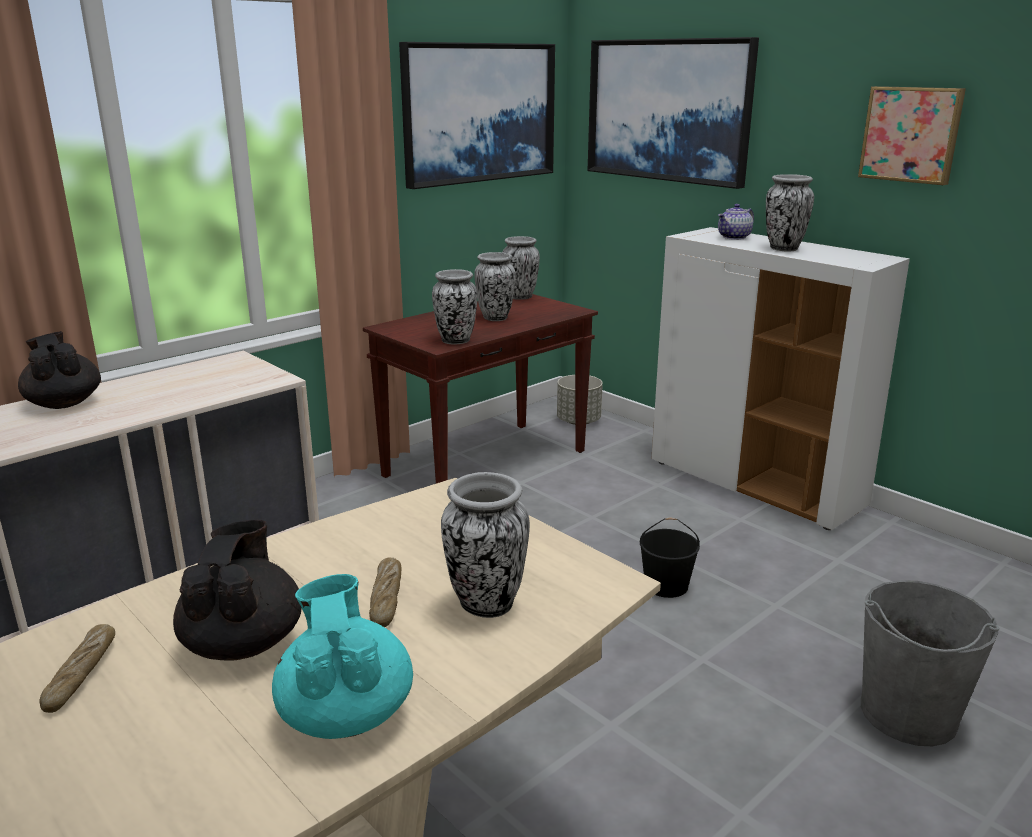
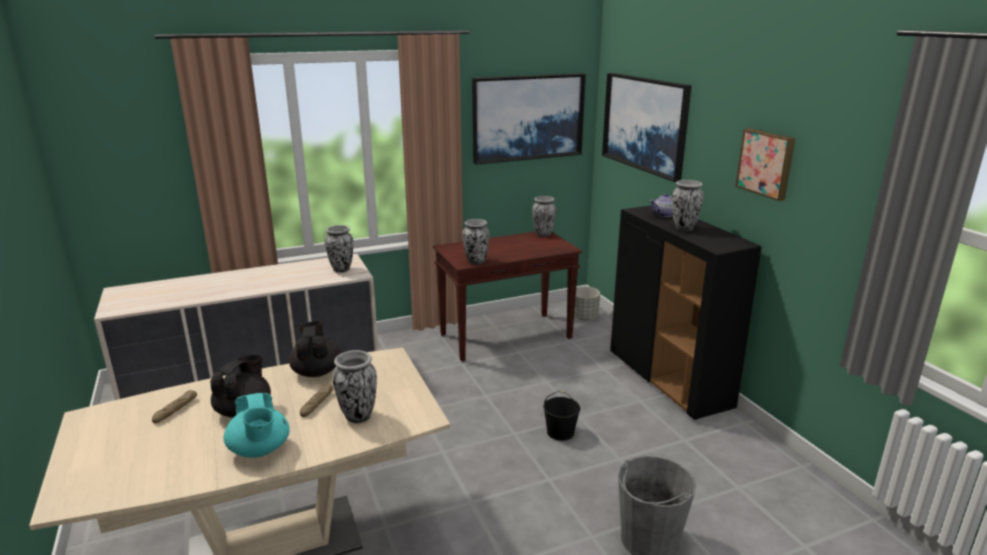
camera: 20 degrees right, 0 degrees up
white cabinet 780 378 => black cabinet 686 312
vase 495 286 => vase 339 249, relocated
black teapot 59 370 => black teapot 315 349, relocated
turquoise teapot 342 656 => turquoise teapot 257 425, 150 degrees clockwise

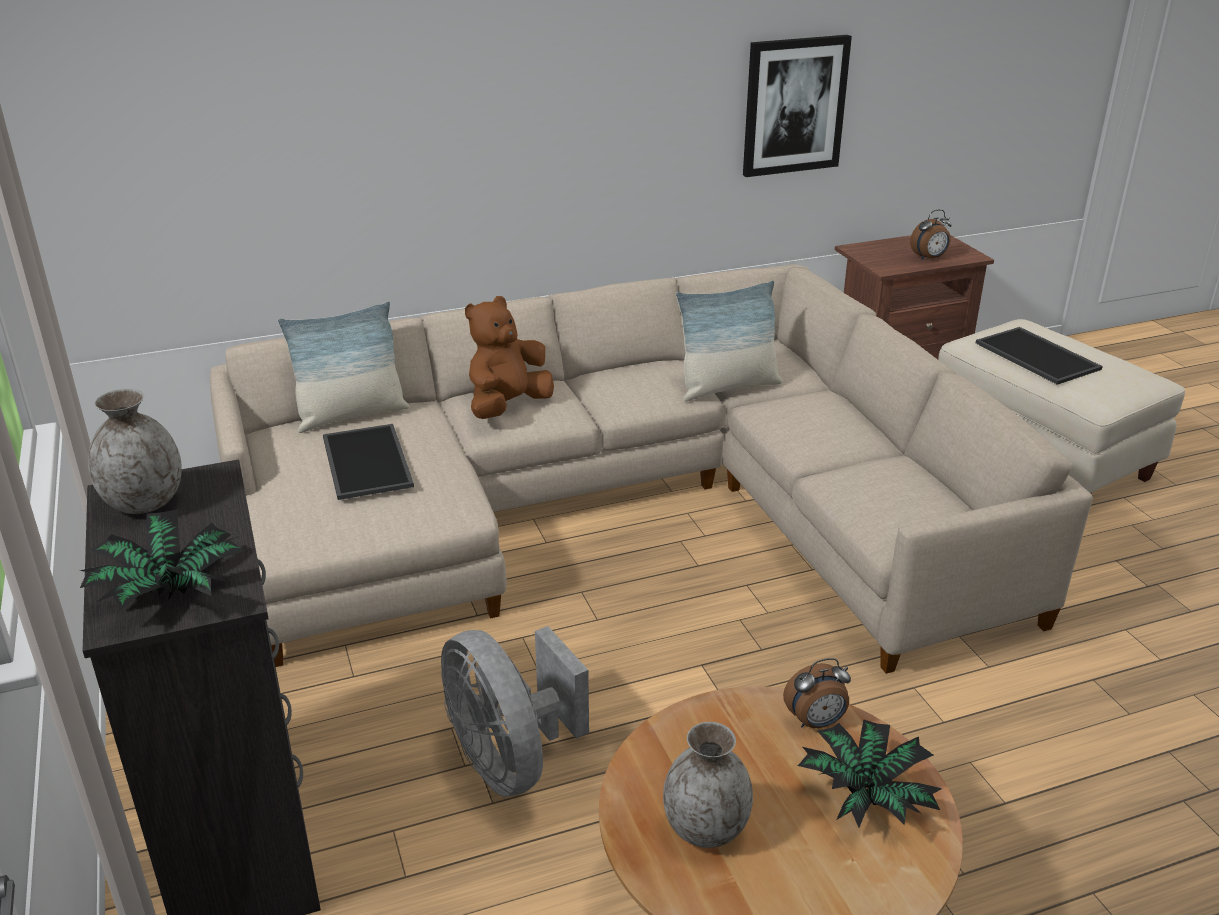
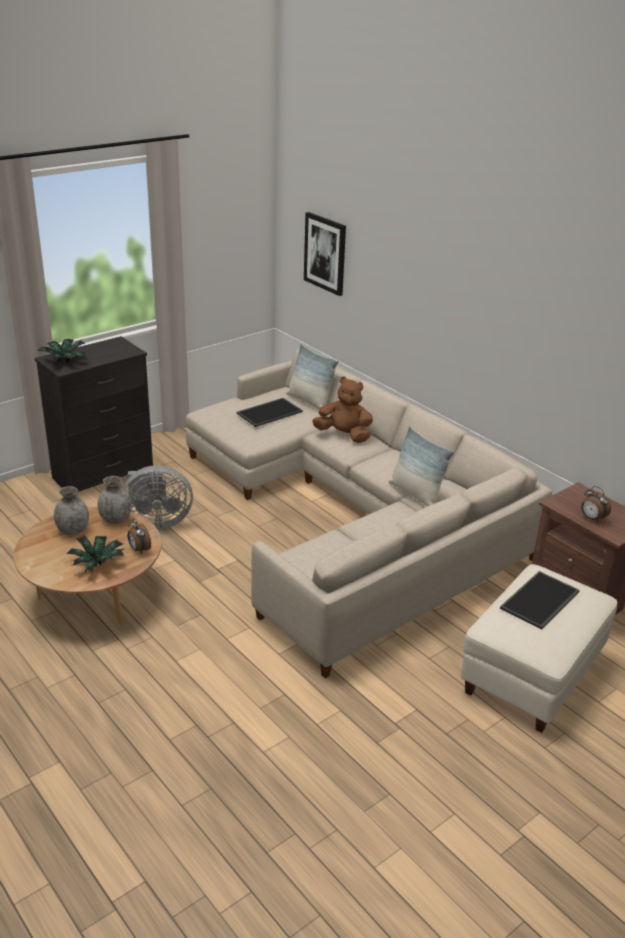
camera: 70 degrees right, 0 degrees up
picture 797 106 => picture 325 254, relocated
grey vase 135 451 => grey vase 115 500, relocated
grey fan 515 711 => grey fan 158 497, 135 degrees counterclockwise

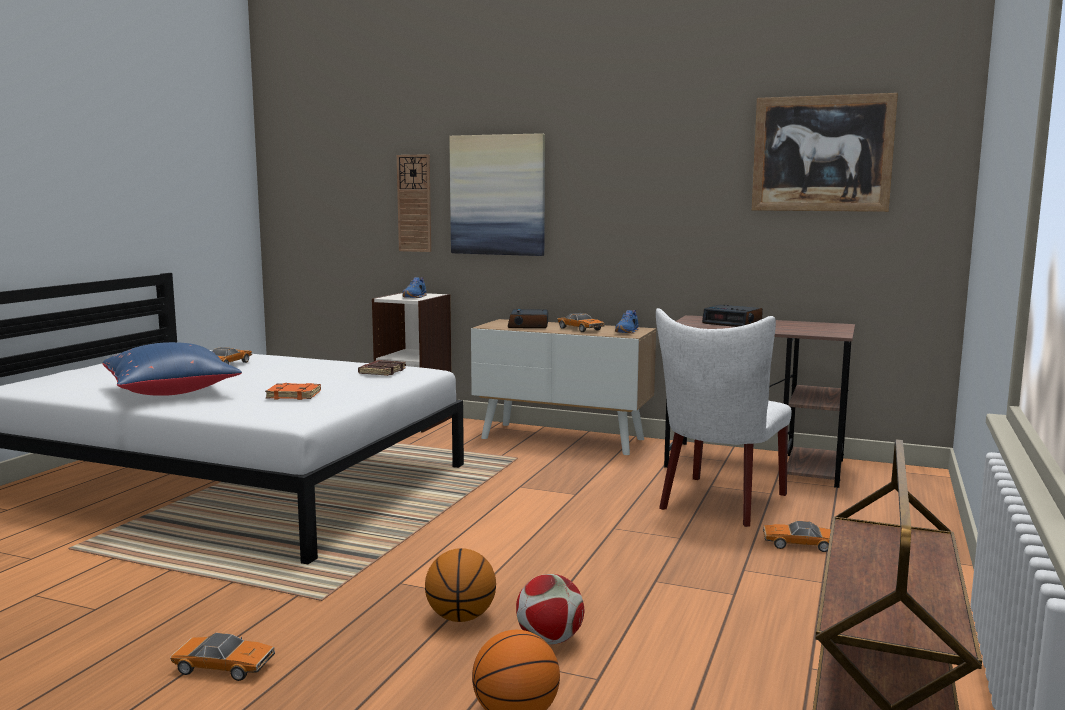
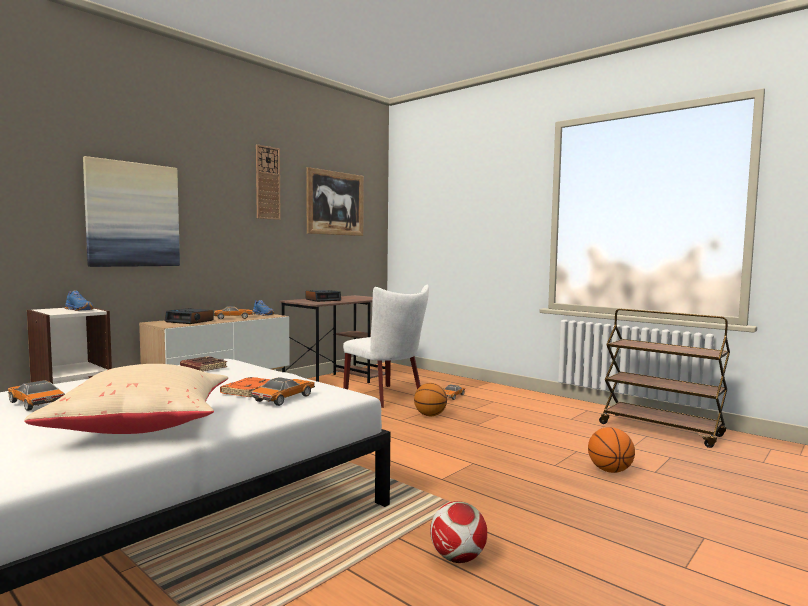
camera: 70 degrees left, 5 degrees down
wall clock 414 203 => wall clock 268 182, relocated
blue pillow 172 369 => beige pillow 126 399
basketball 460 585 => basketball 430 399, relocated
football 550 609 => football 458 532, relocated
toy car 222 657 => toy car 283 391, relocated

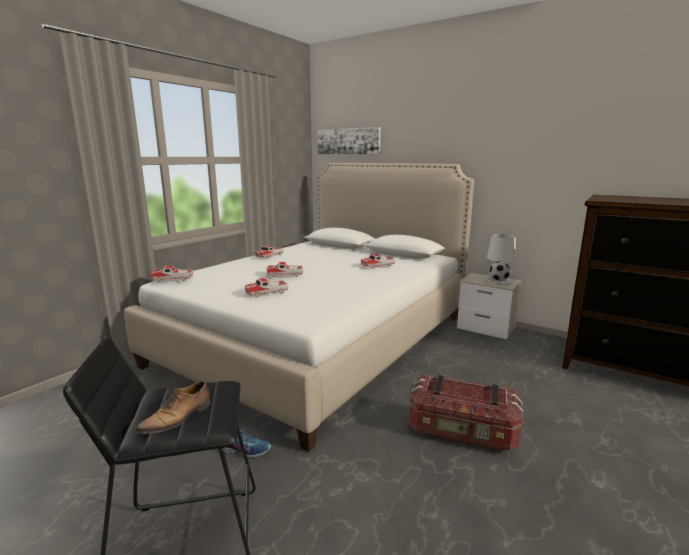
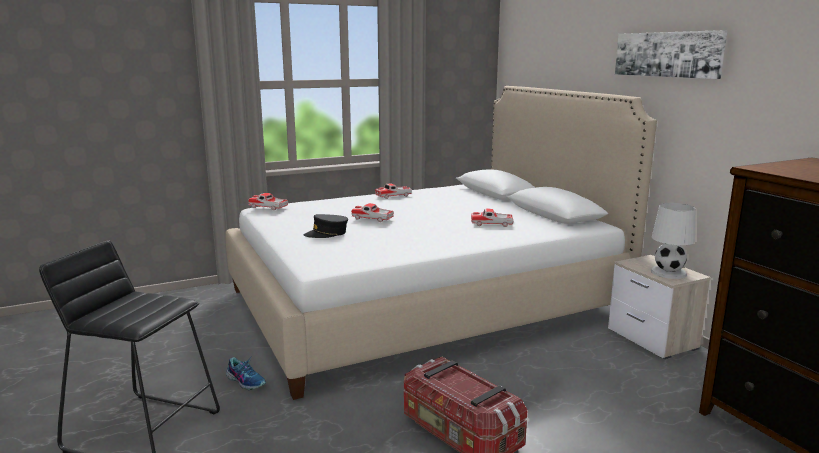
camera: 30 degrees right, 0 degrees up
picture 349 140 => picture 671 54, relocated
toy car 266 287 => black cap 326 226
shoe 173 407 => nothing

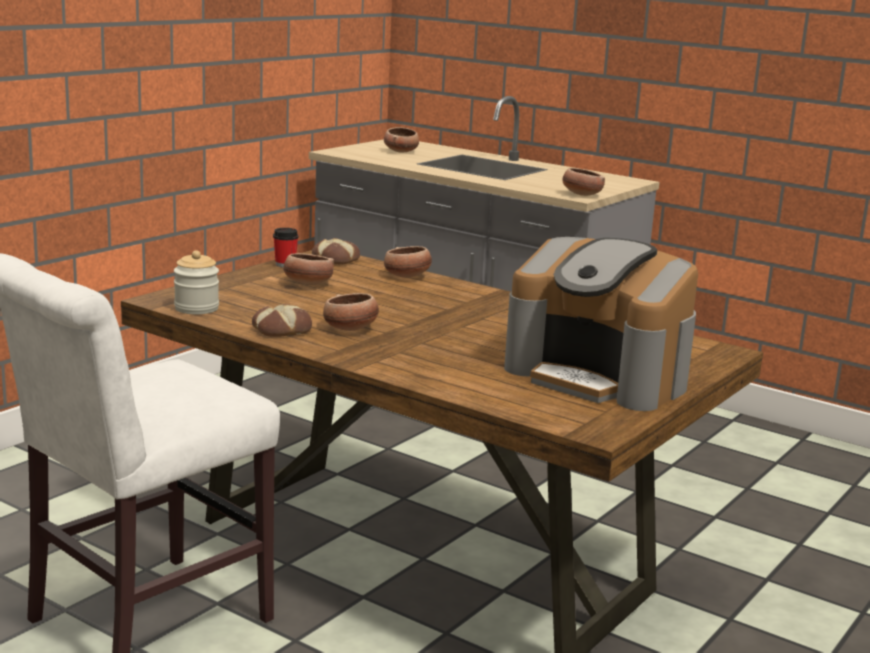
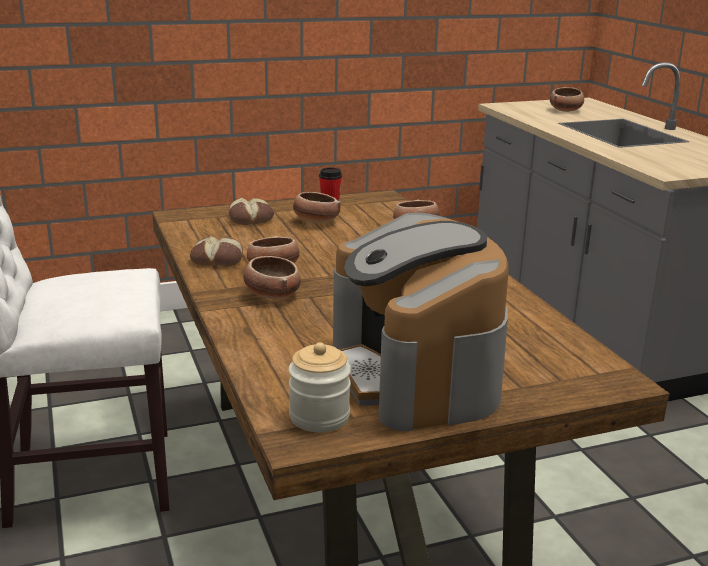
camera: 35 degrees right, 5 degrees up
bowl 583 182 => bowl 272 277, relocated
bread 336 251 => bread 251 211, relocated
jar 196 282 => jar 320 387, relocated

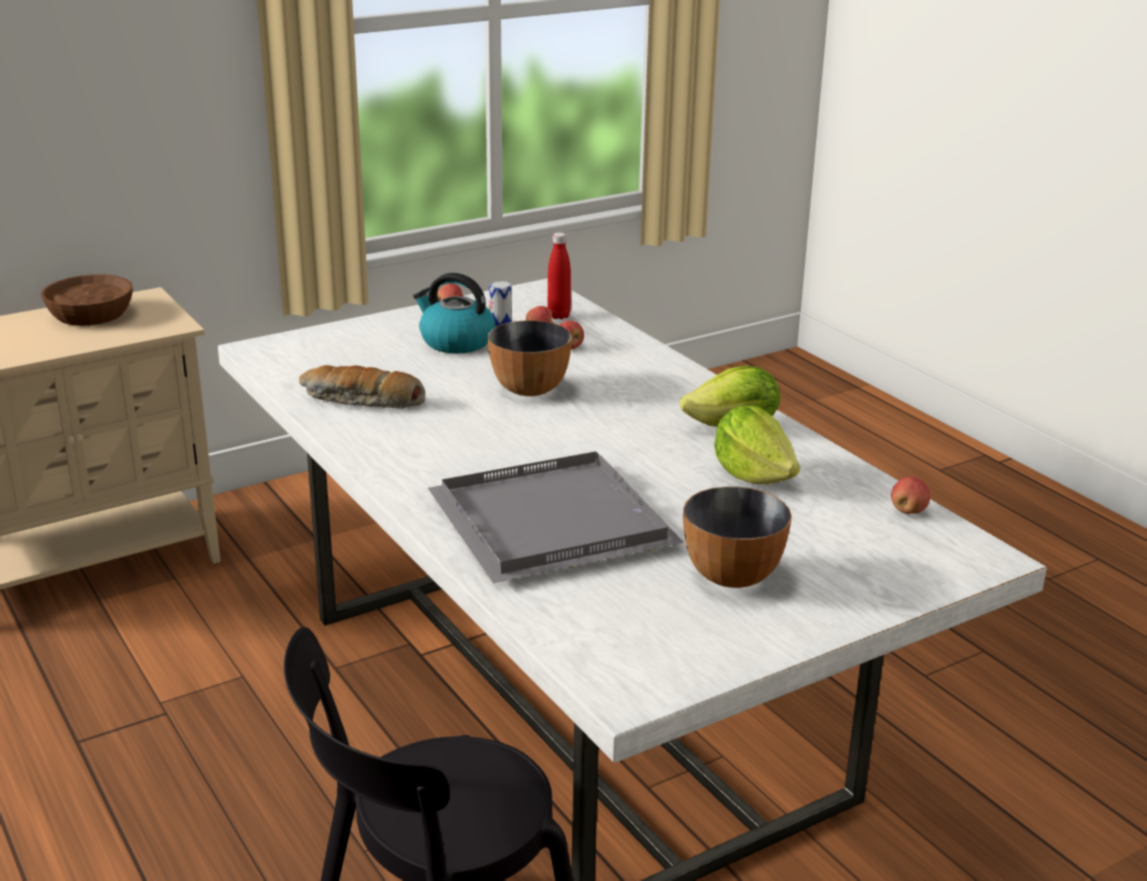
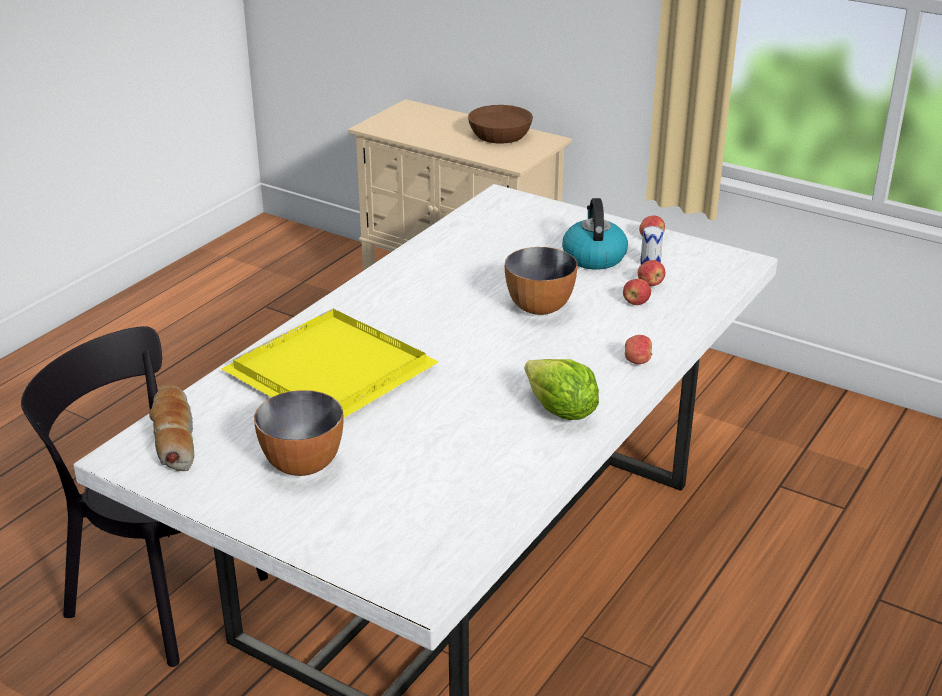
camera: 65 degrees right, 5 degrees up
red bottle 559 275 => nothing
bread 362 387 => bread 171 428, relocated
lettuce 757 444 => nothing
grey tray 556 517 => yellow tray 330 363
apple 910 495 => apple 639 349, relocated

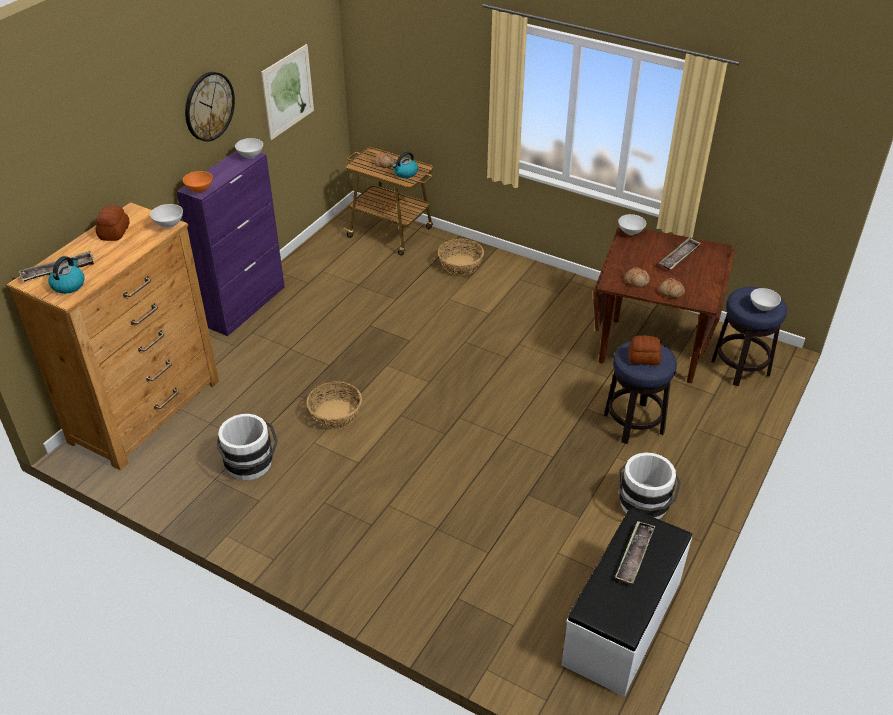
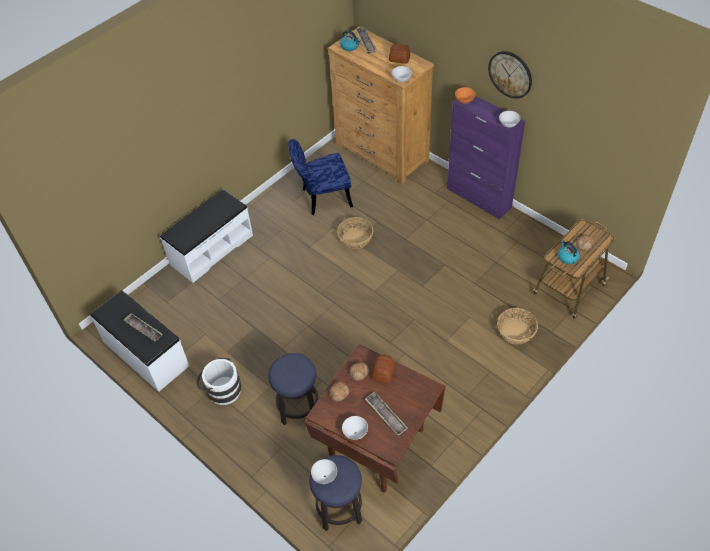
camera: 105 degrees right, 10 degrees up
picture 287 92 => nothing
white bowl 632 224 => white bowl 355 428, relocated
bread 644 350 => bread 383 369, relocated
white bucket 247 447 => blue chair 320 177
nothing => white bench 206 236

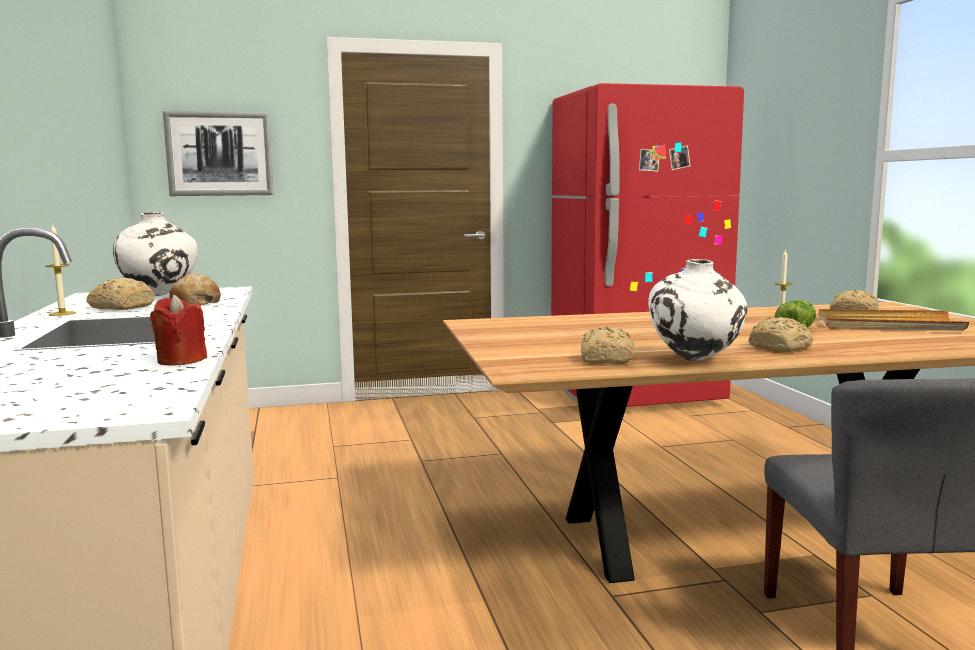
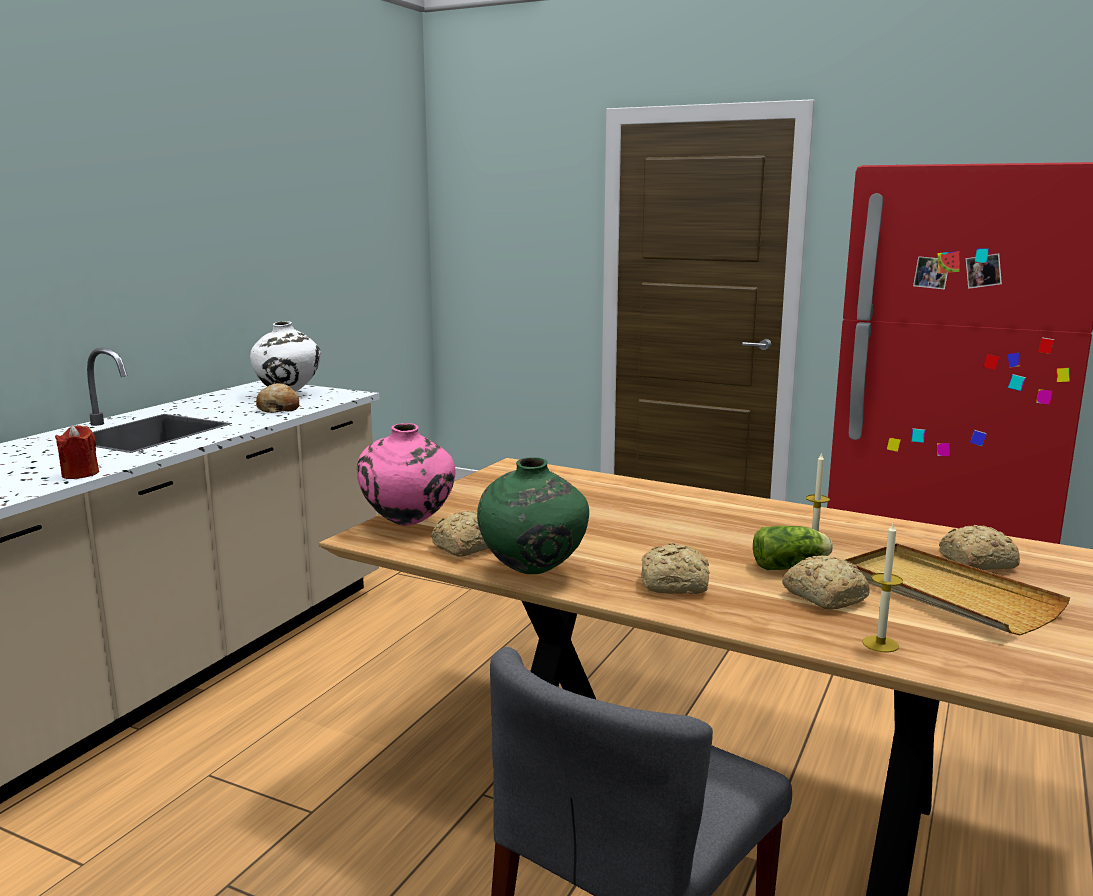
camera: 40 degrees right, 5 degrees up
picture 218 153 => nothing
candle 61 270 => candle 882 588, relocated
white vase 697 310 => green vase 533 515
bread 120 294 => bread 826 583, relocated
nothing => pink vase 406 474

